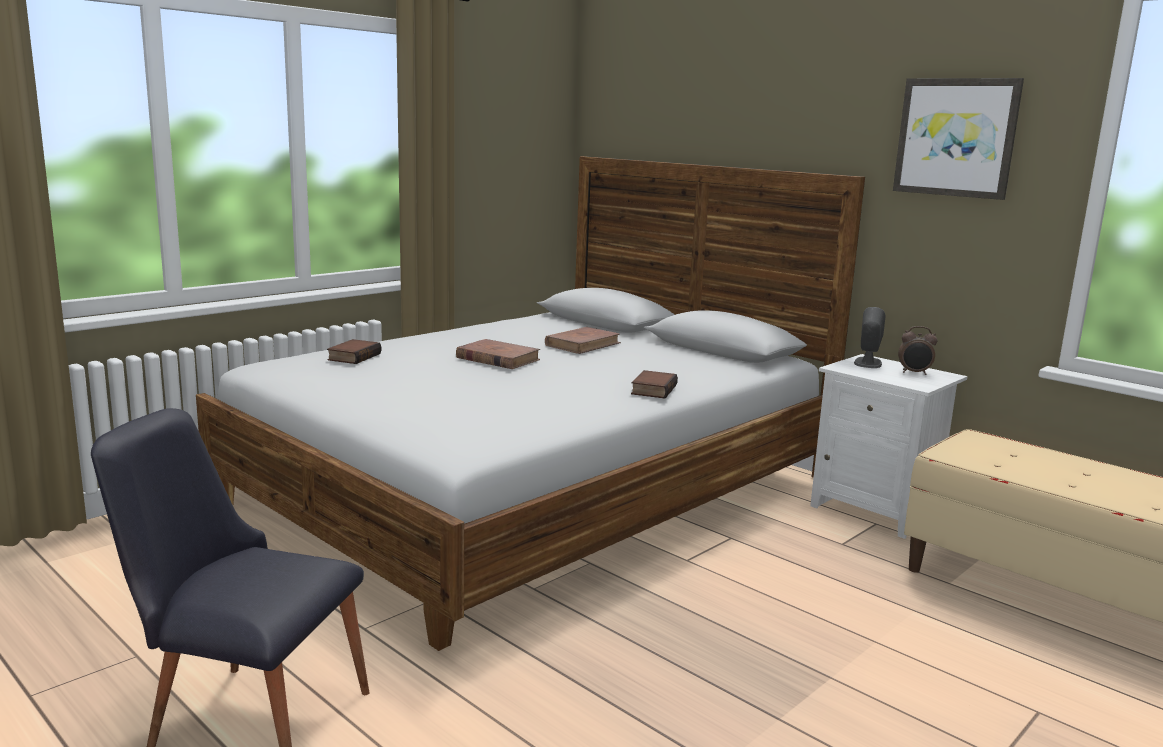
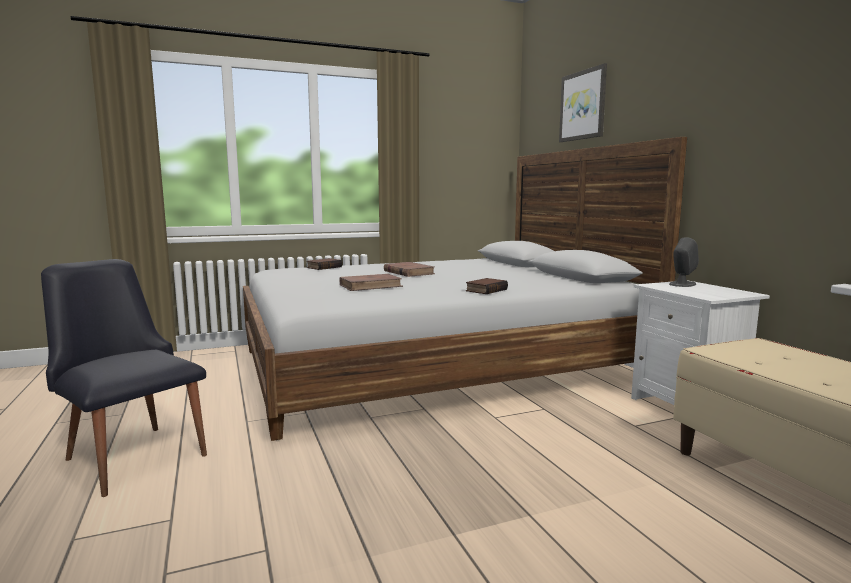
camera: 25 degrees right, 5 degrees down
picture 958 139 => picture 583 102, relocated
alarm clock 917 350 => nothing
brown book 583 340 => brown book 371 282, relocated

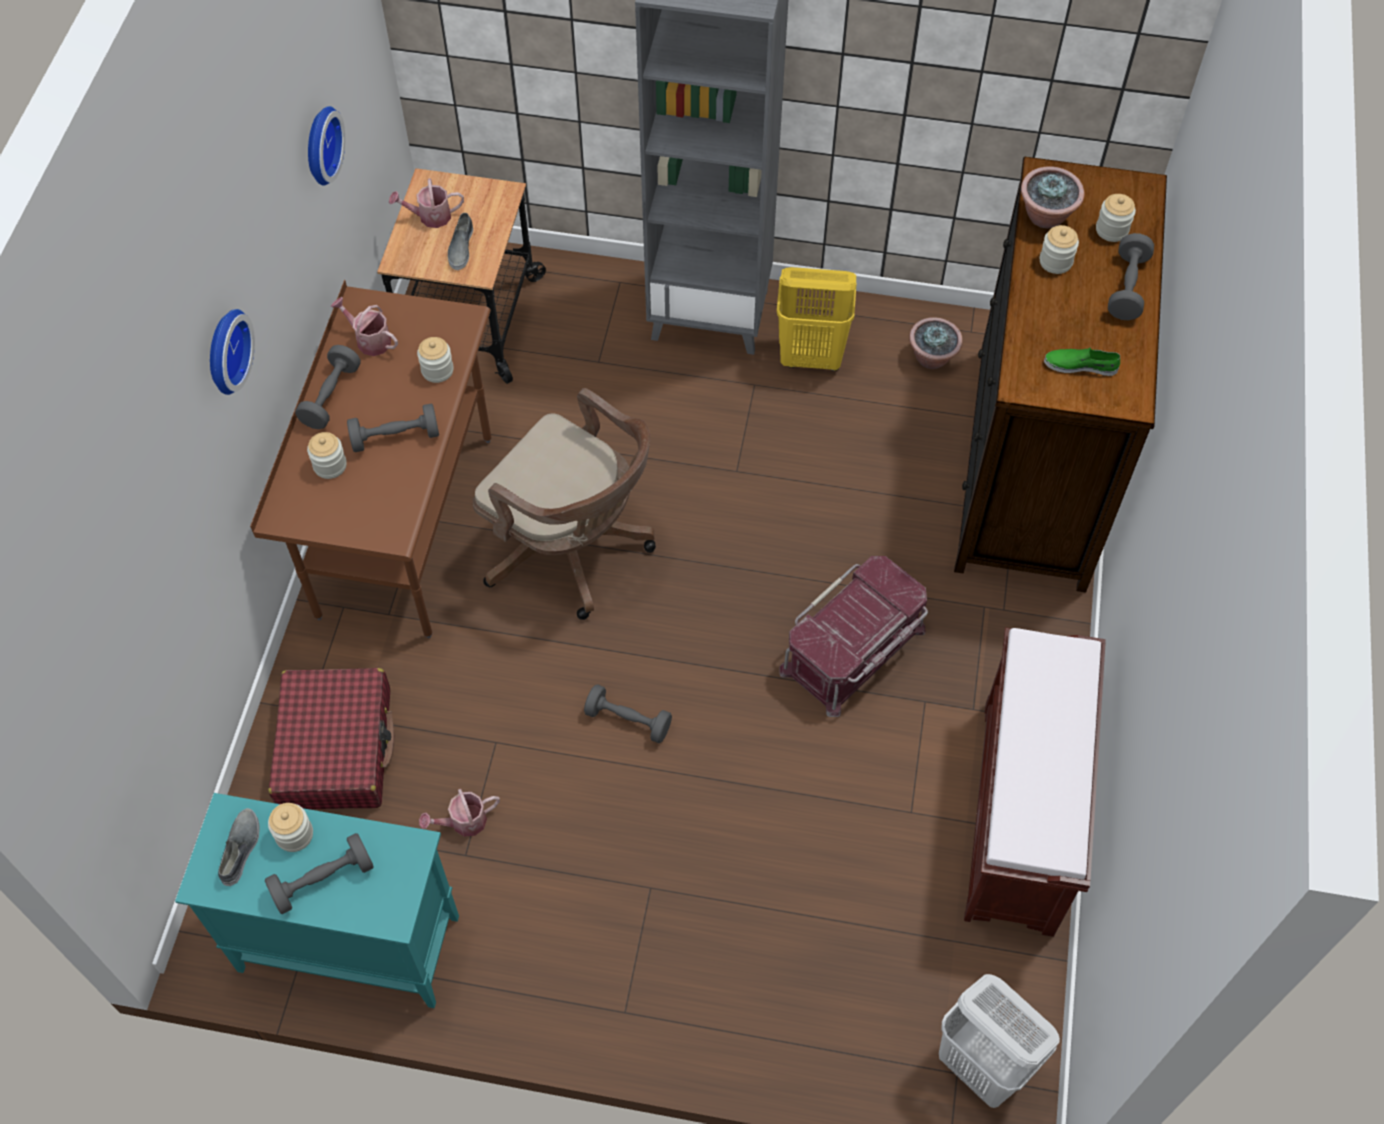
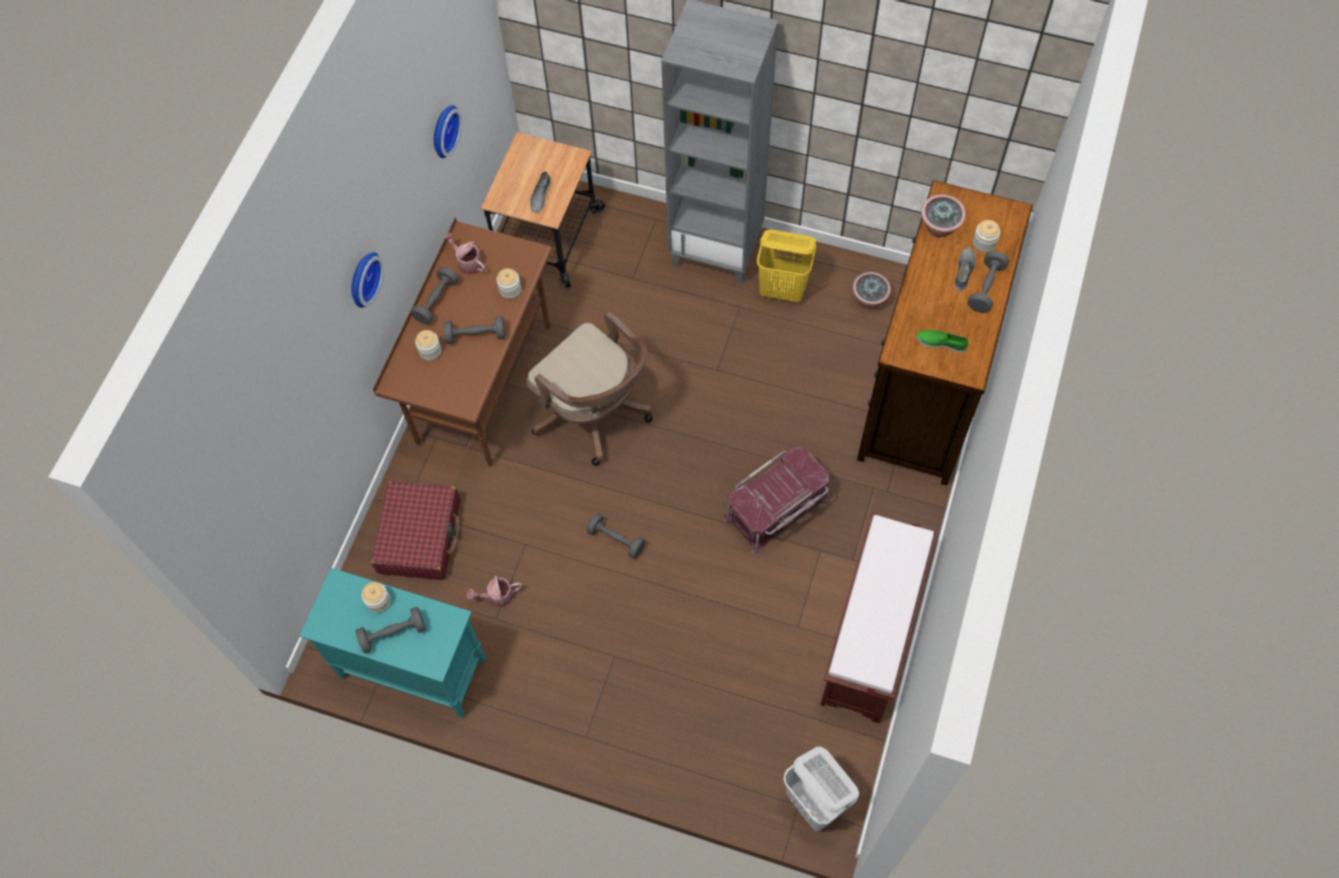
camera: 10 degrees right, 5 degrees up
watering can 426 203 => nothing
jar 1059 249 => nothing
grey shoe 238 847 => grey shoe 965 269, relocated

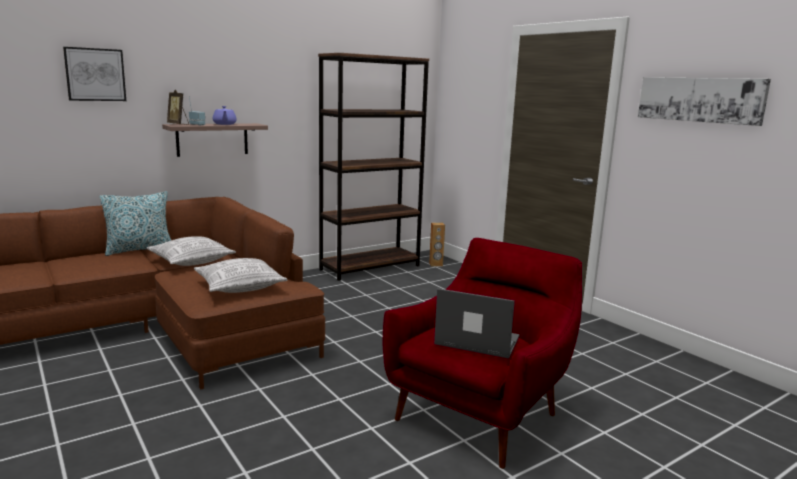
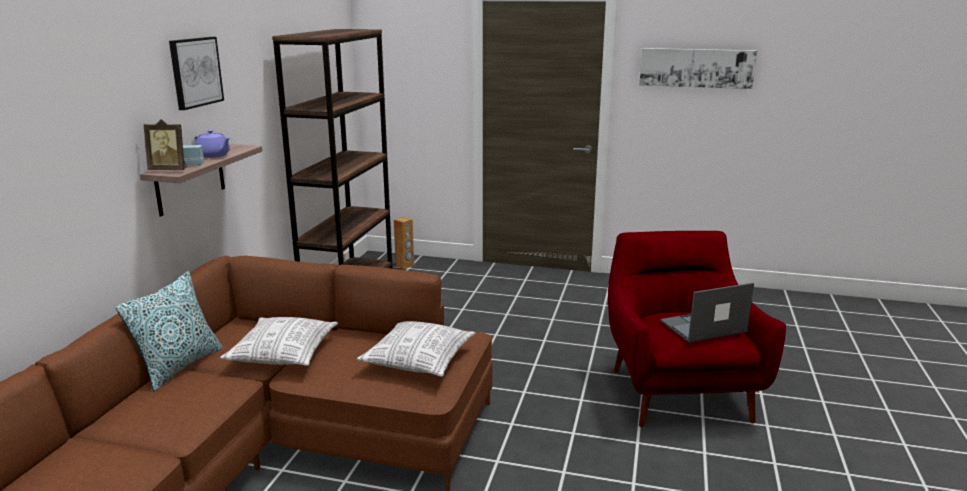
camera: 40 degrees left, 5 degrees up
picture 94 74 => picture 196 73, relocated

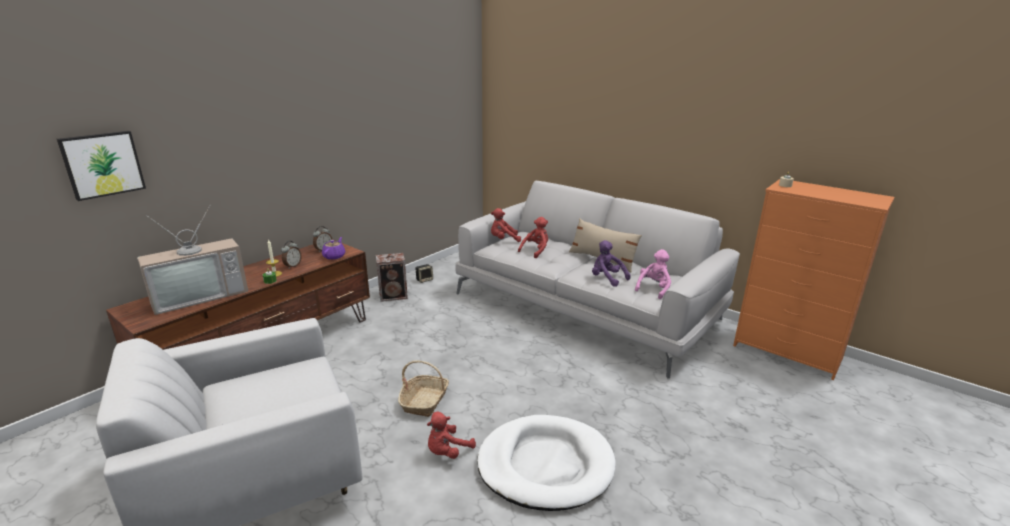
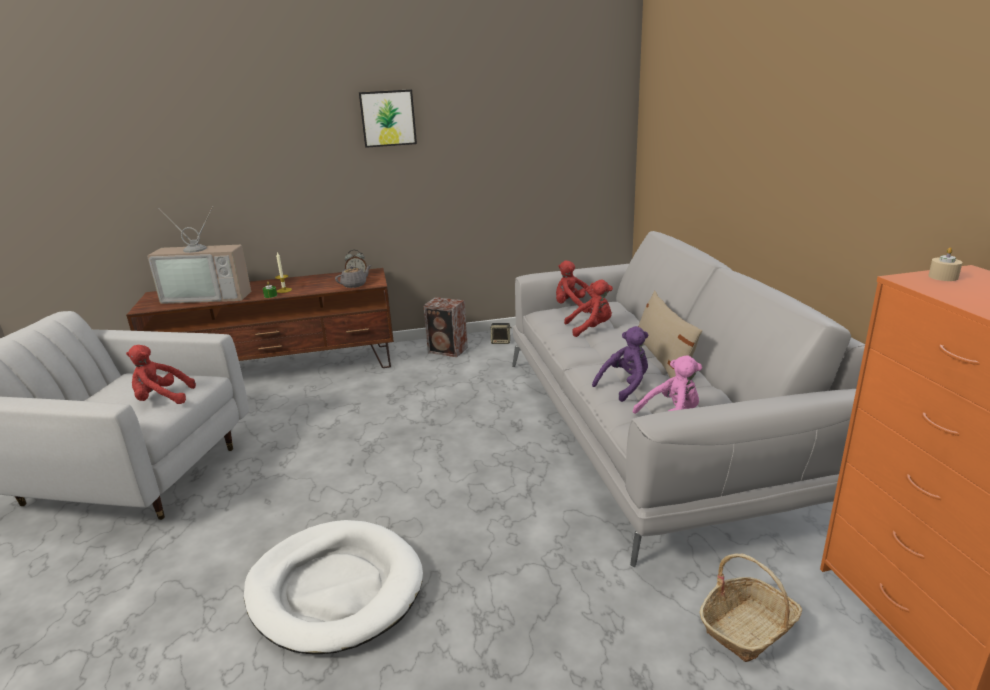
camera: 40 degrees right, 0 degrees up
picture 101 166 => picture 388 118, relocated
purple teapot 333 248 => grey teapot 353 276
purple plush toy 611 263 => purple plush toy 620 364, 60 degrees clockwise
alarm clock 291 255 => nothing
basket 423 388 => basket 750 607, relocated
red plush toy 451 435 => red plush toy 161 374, relocated

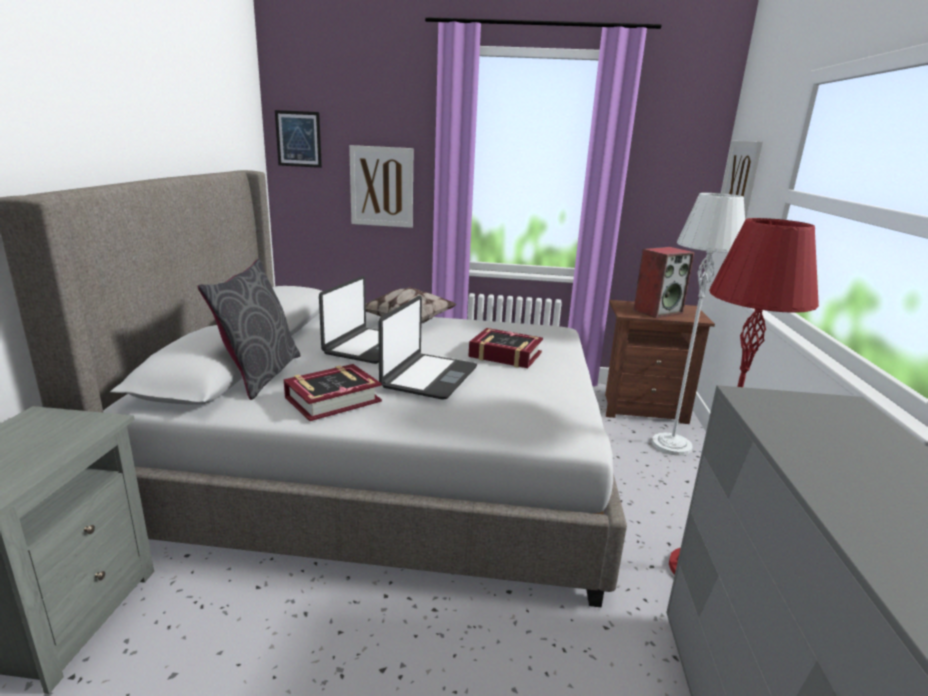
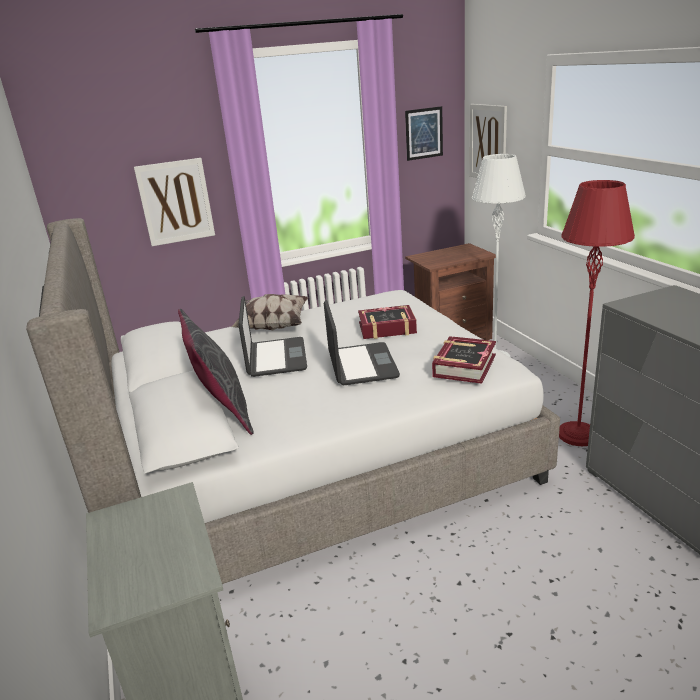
camera: 25 degrees left, 5 degrees up
picture 298 139 => picture 424 133, relocated
speaker 664 282 => nothing
book 333 392 => book 464 360, relocated

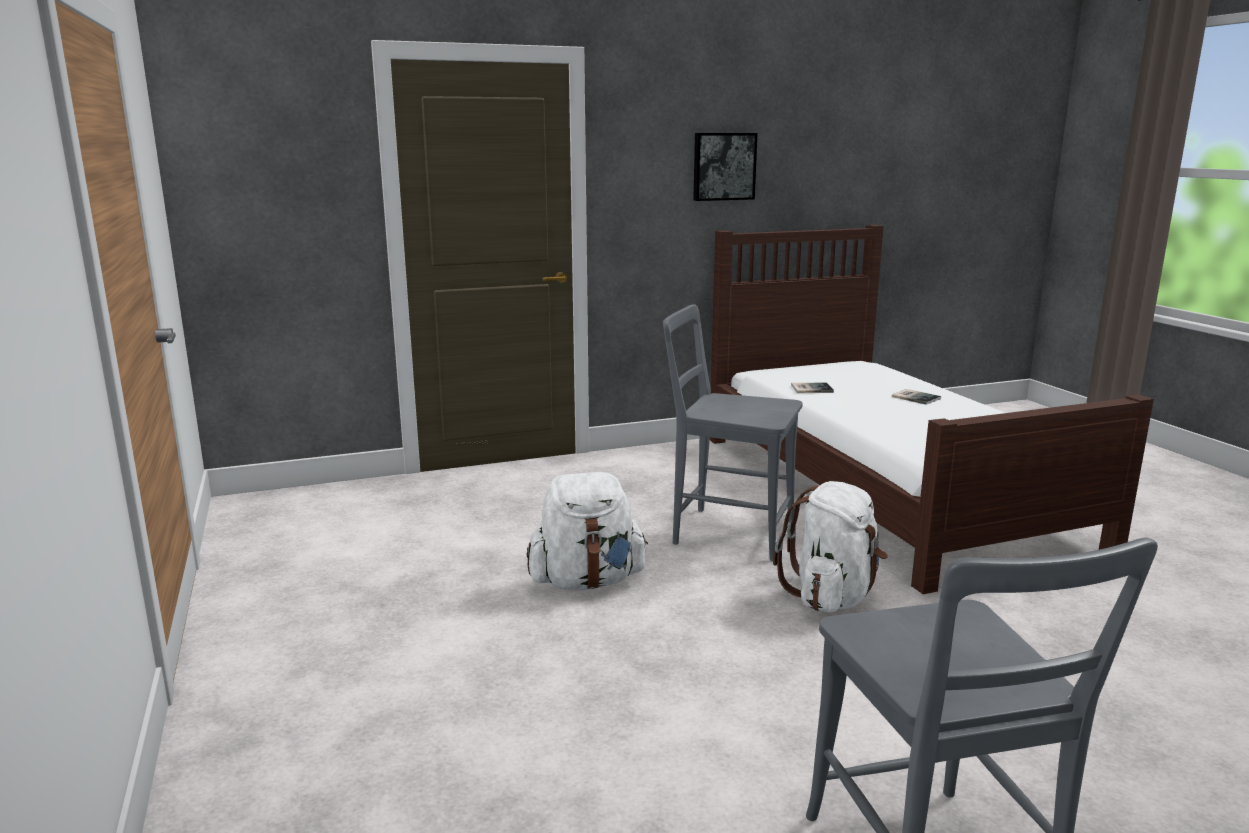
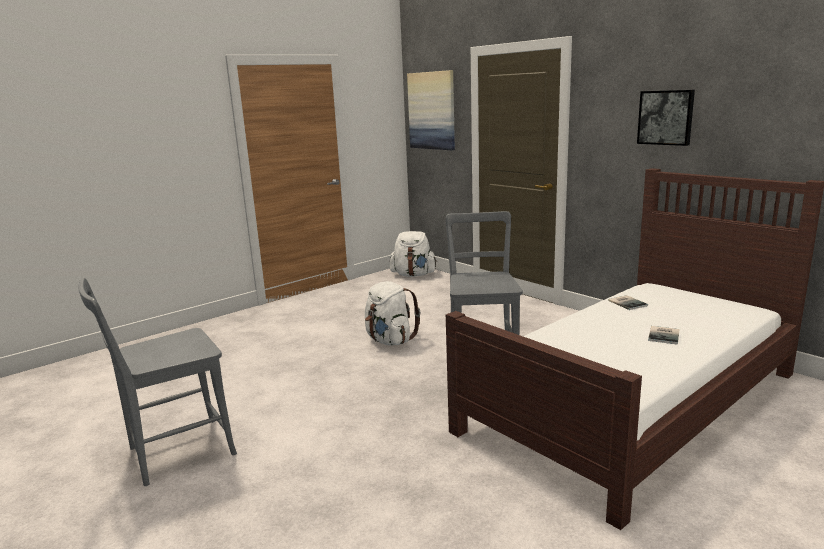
camera: 70 degrees right, 0 degrees up
white backpack 830 547 => white backpack 413 254, relocated
nothing => picture 431 110

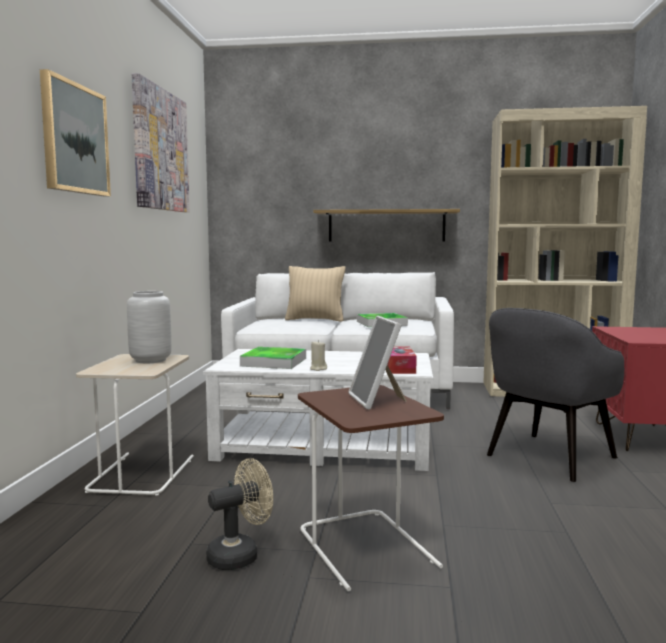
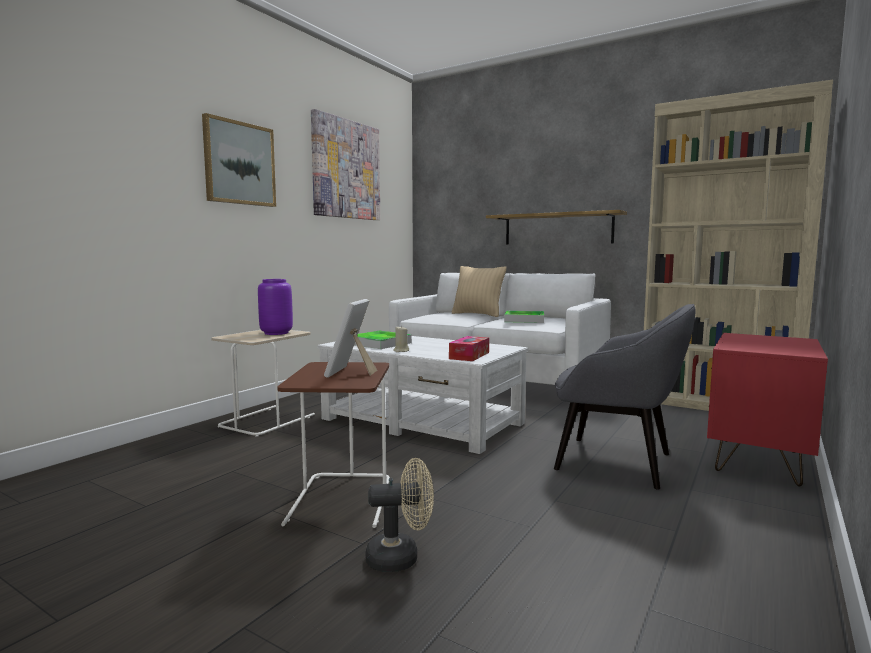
camera: 25 degrees right, 0 degrees up
grey vase 149 327 => purple vase 275 307
grey armchair 555 395 => grey armchair 624 397, 135 degrees counterclockwise
beige fan 239 514 => beige fan 399 515, relocated

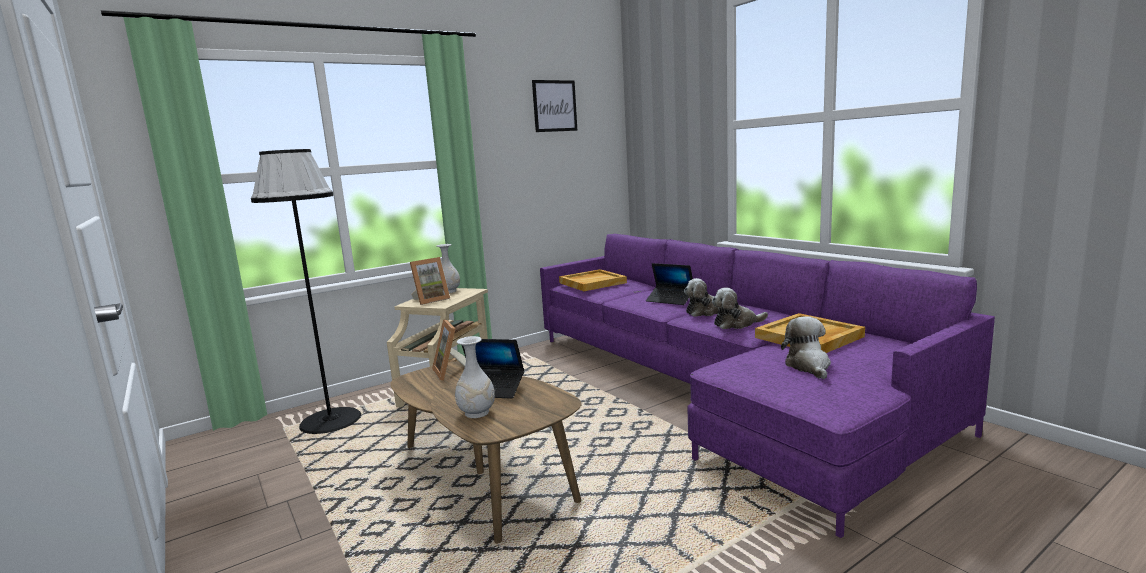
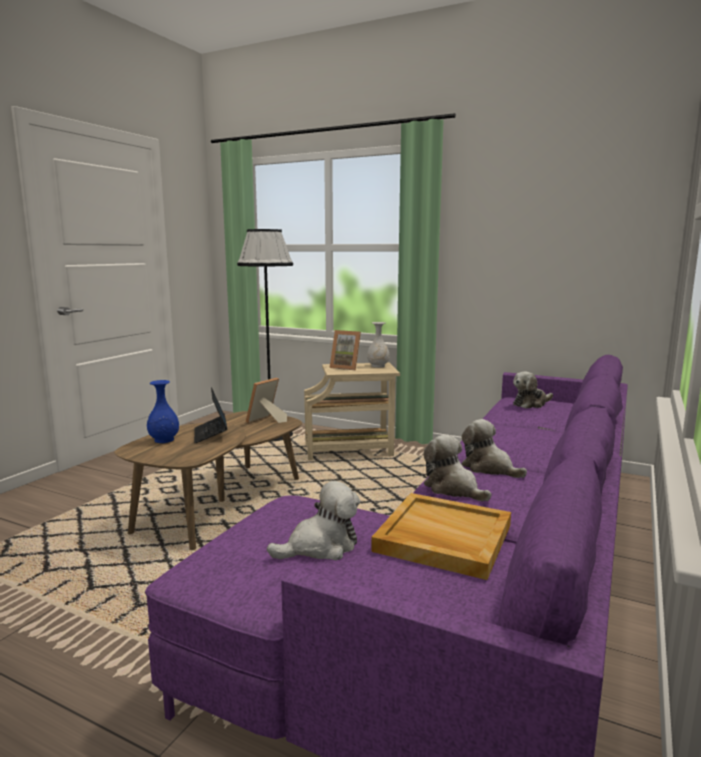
camera: 60 degrees right, 0 degrees up
picture 554 106 => nothing
laptop 669 284 => nothing
beige tray 593 280 => plush toy 533 390
white vase 475 377 => blue vase 163 411

